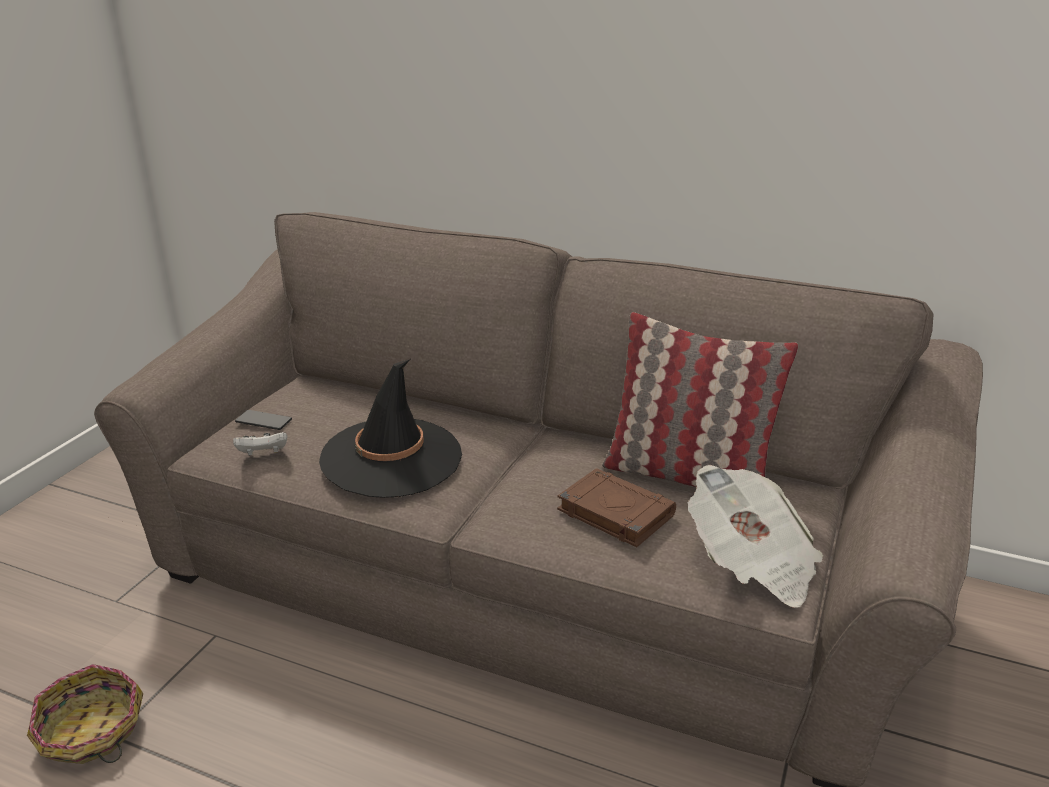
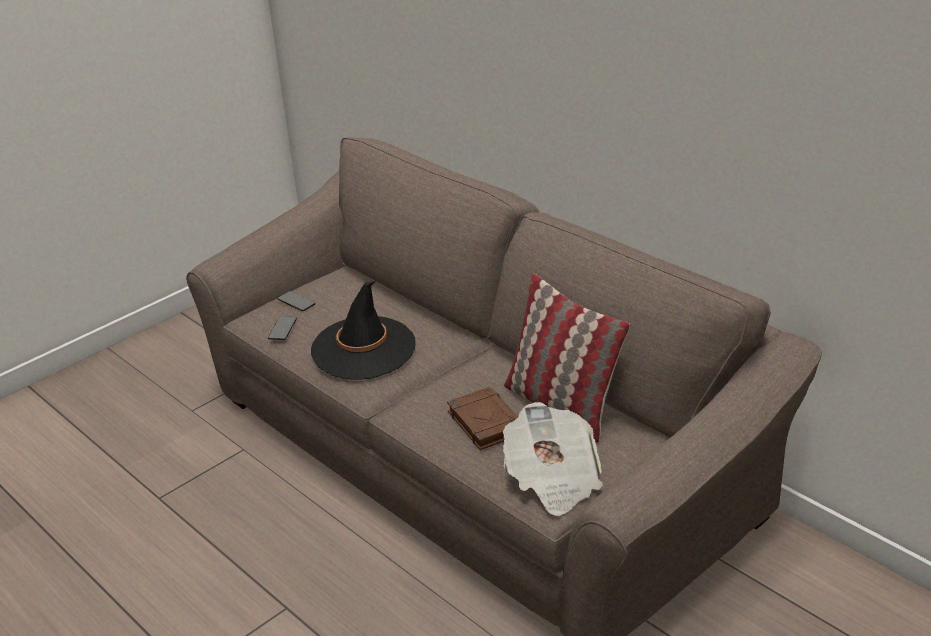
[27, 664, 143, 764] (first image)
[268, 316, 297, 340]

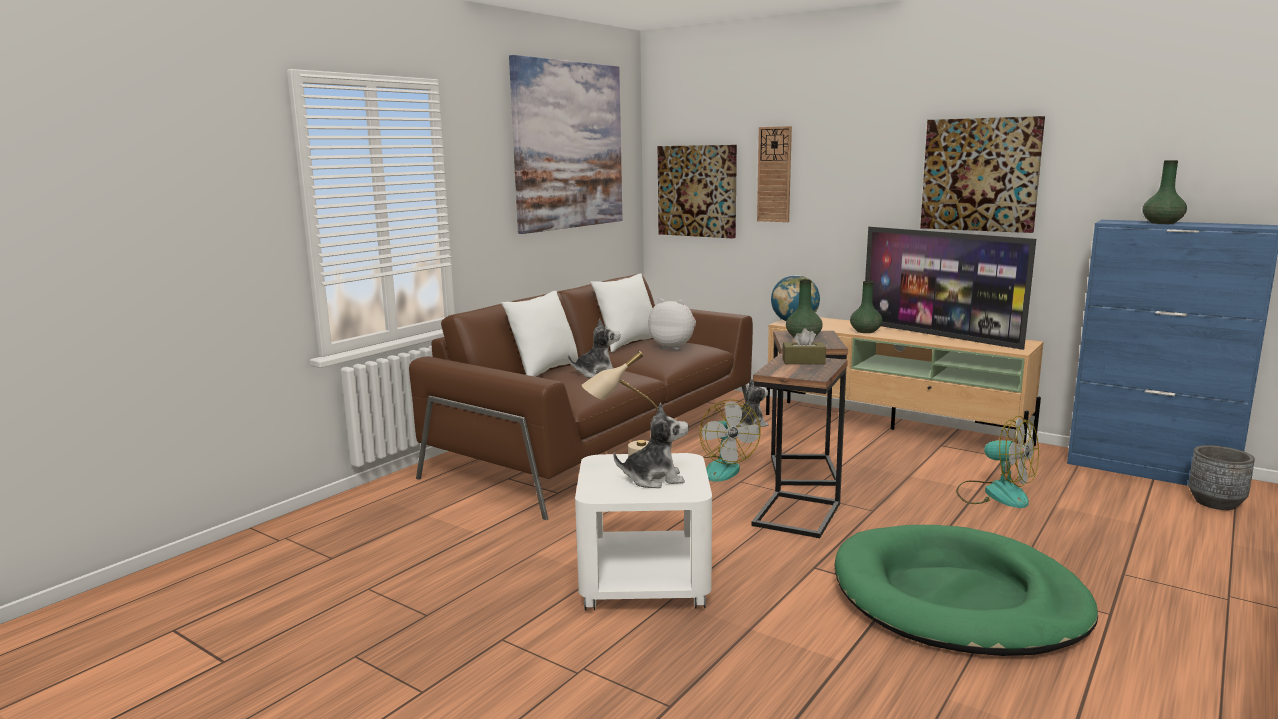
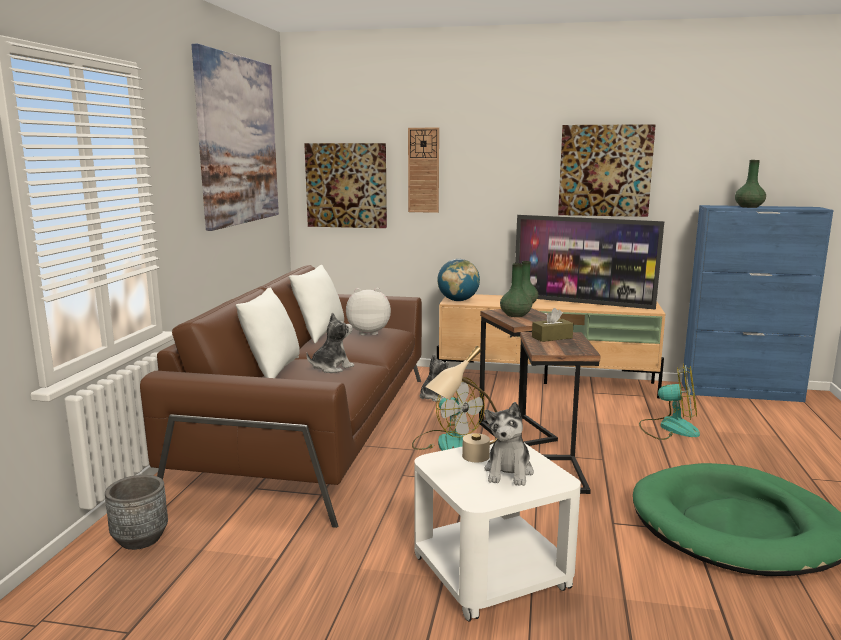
[484, 402, 534, 486]
[105, 475, 168, 550]

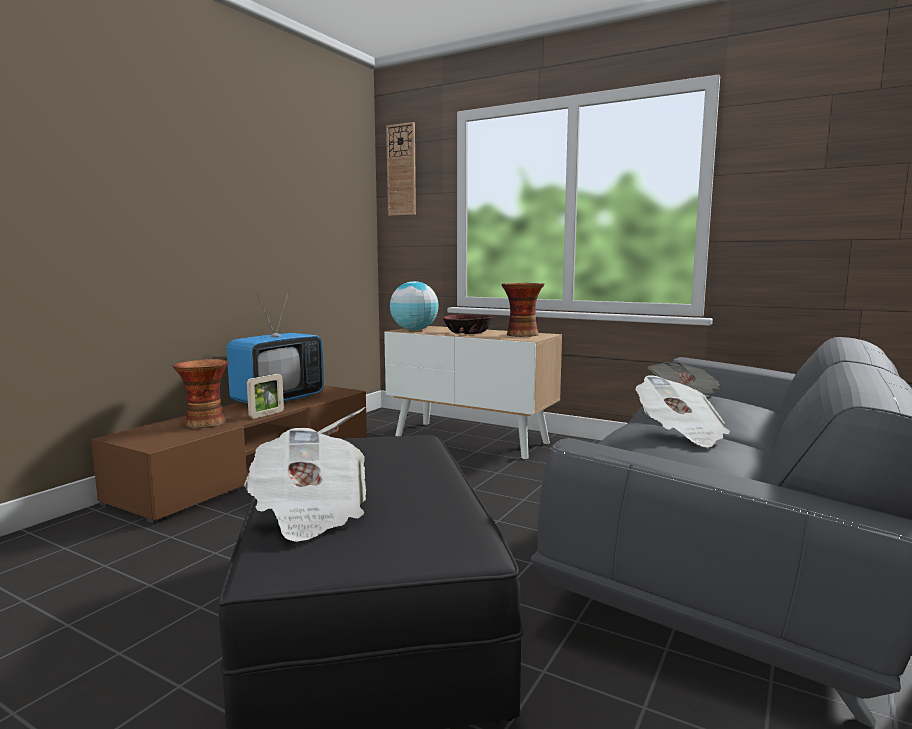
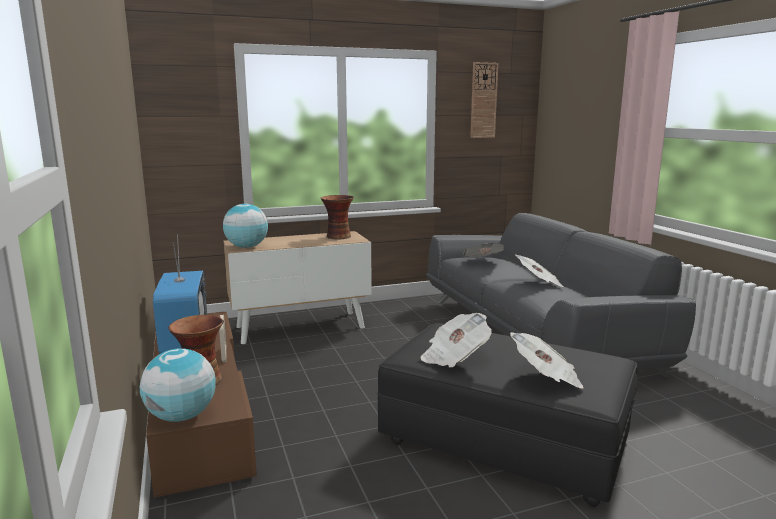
[470, 62, 498, 138]
[443, 314, 493, 334] (first image)
[140, 348, 216, 422]

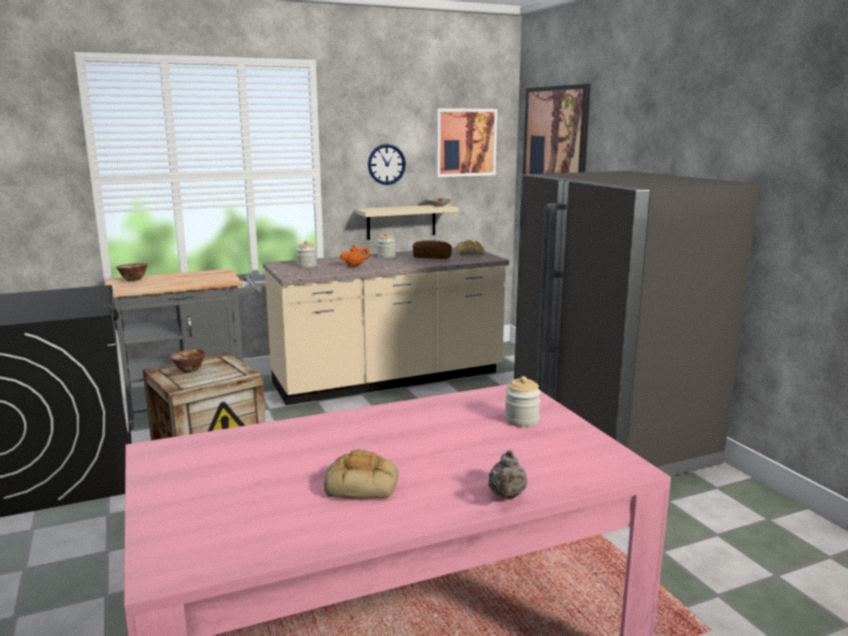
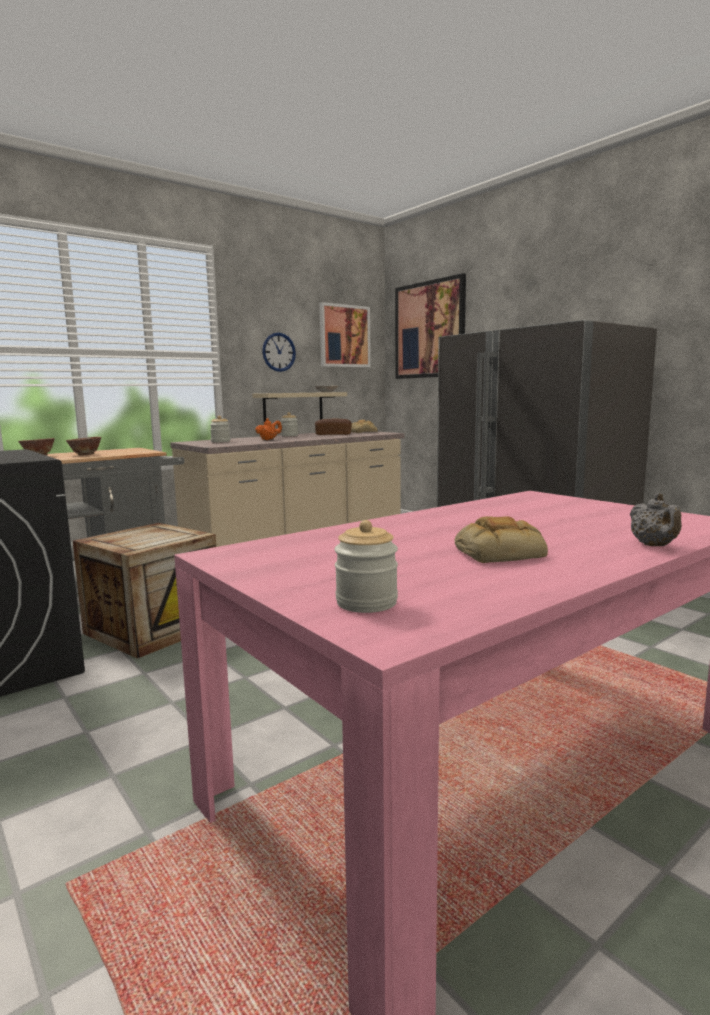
[66, 437, 101, 455]
[334, 520, 398, 613]

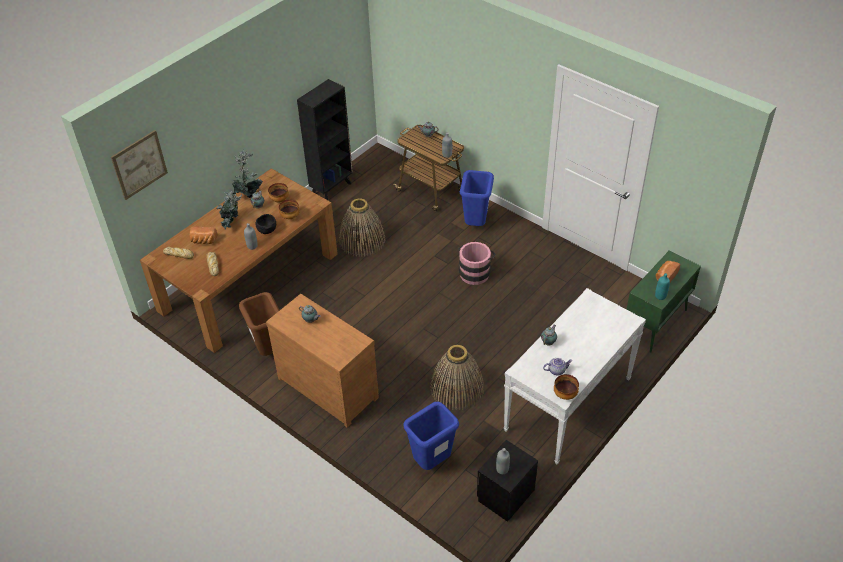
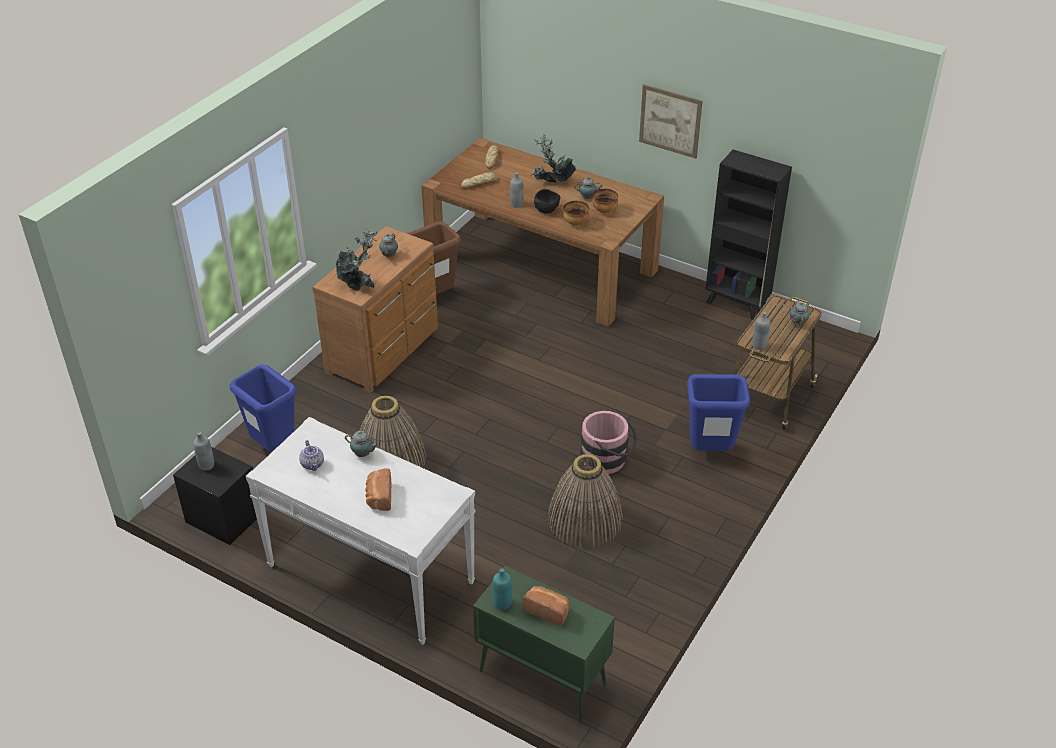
[639, 84, 703, 159]
[365, 468, 391, 511]
[336, 229, 378, 291]
[548, 454, 622, 548]
[554, 374, 579, 400] (first image)

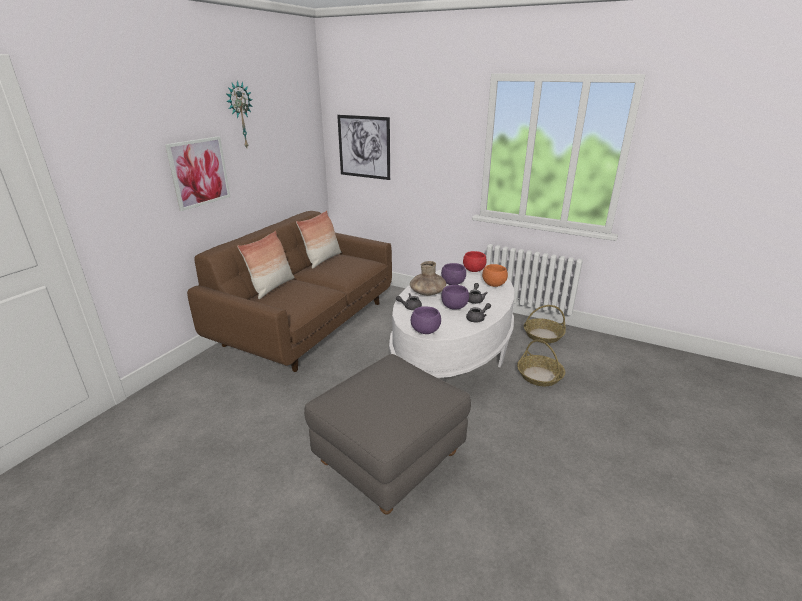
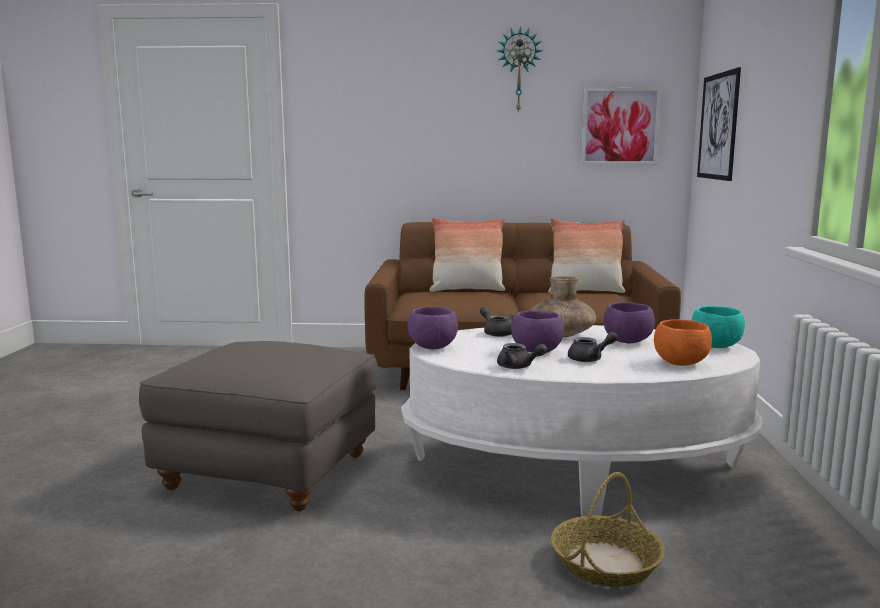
[581, 87, 661, 165]
[692, 306, 745, 348]
[524, 305, 566, 343] (first image)

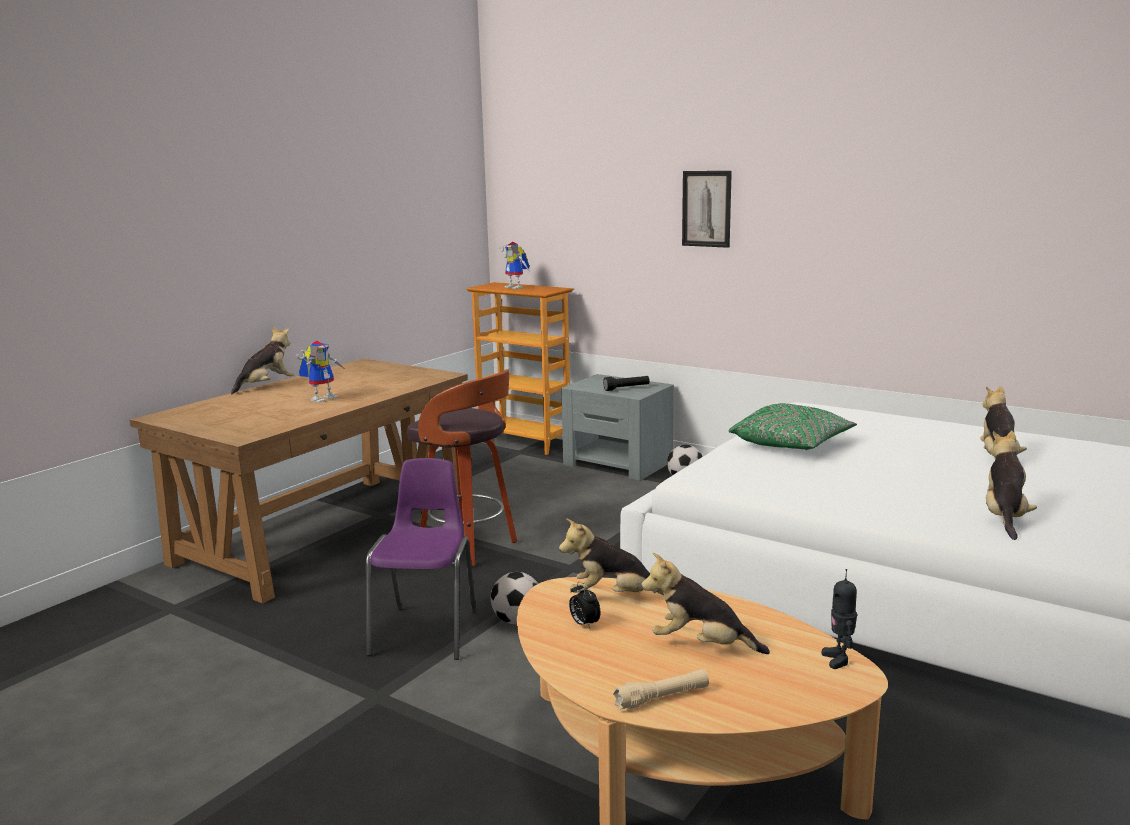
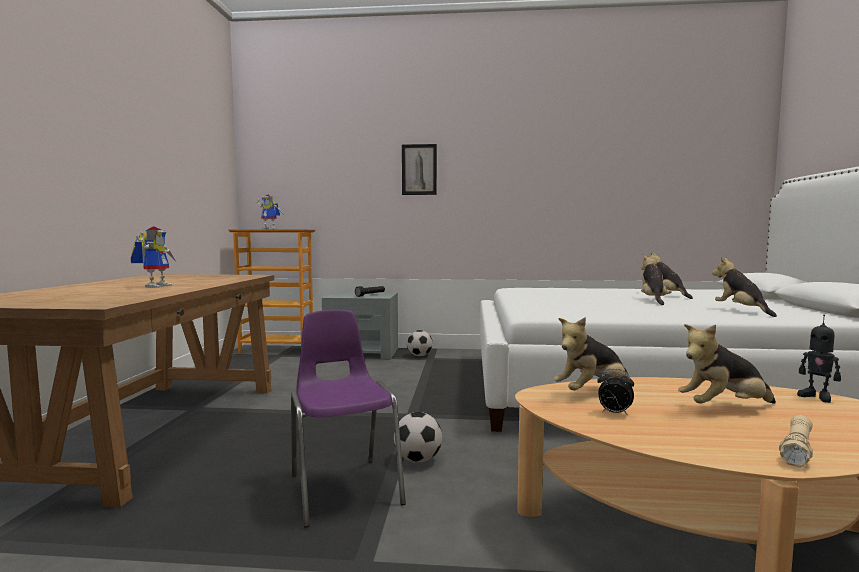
[641, 254, 672, 305]
[407, 369, 517, 566] (first image)
[728, 403, 857, 450] (first image)

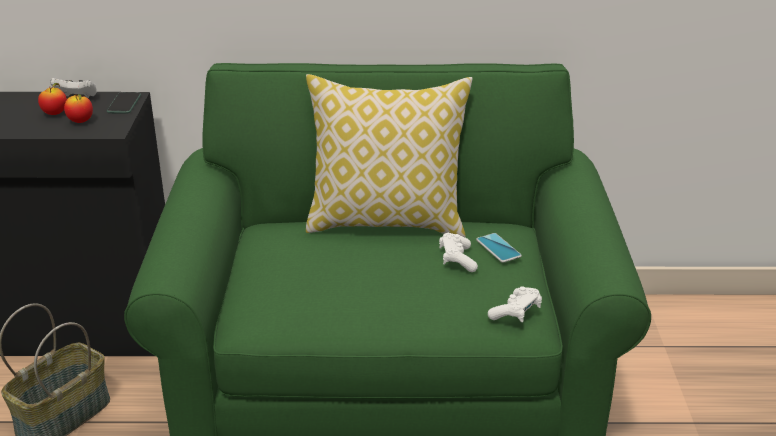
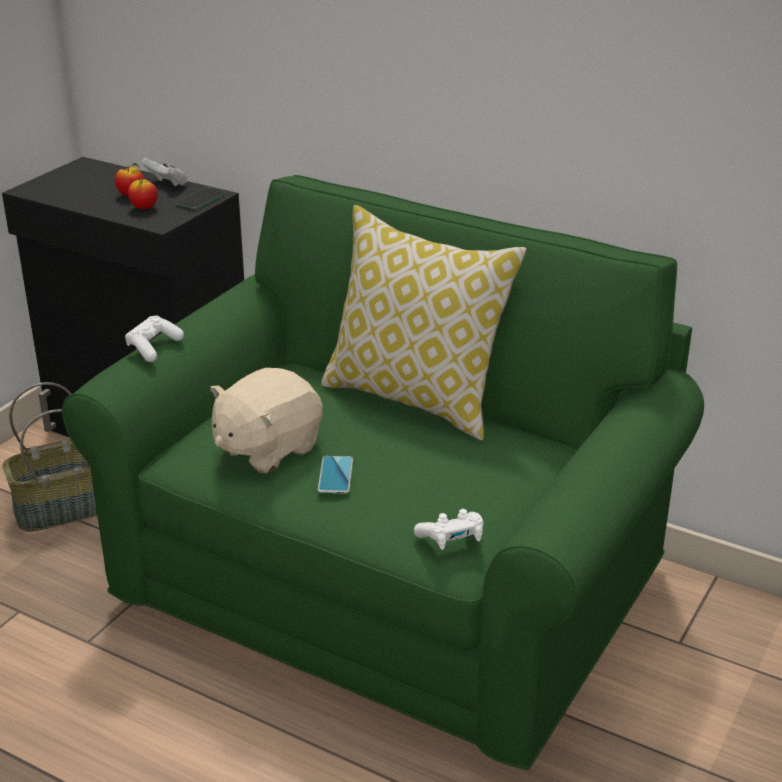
[125, 316, 184, 362]
[318, 456, 353, 493]
[210, 368, 323, 474]

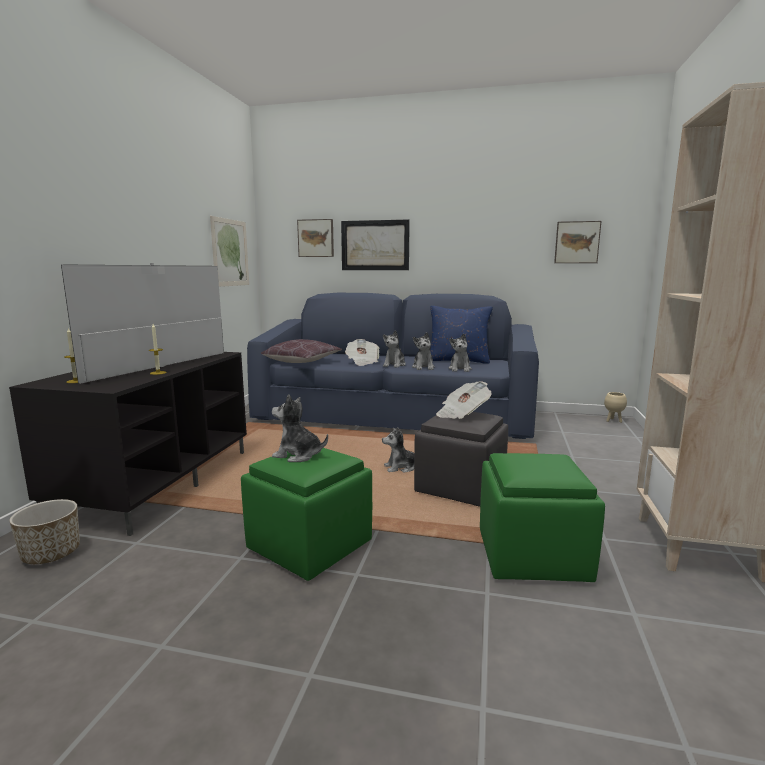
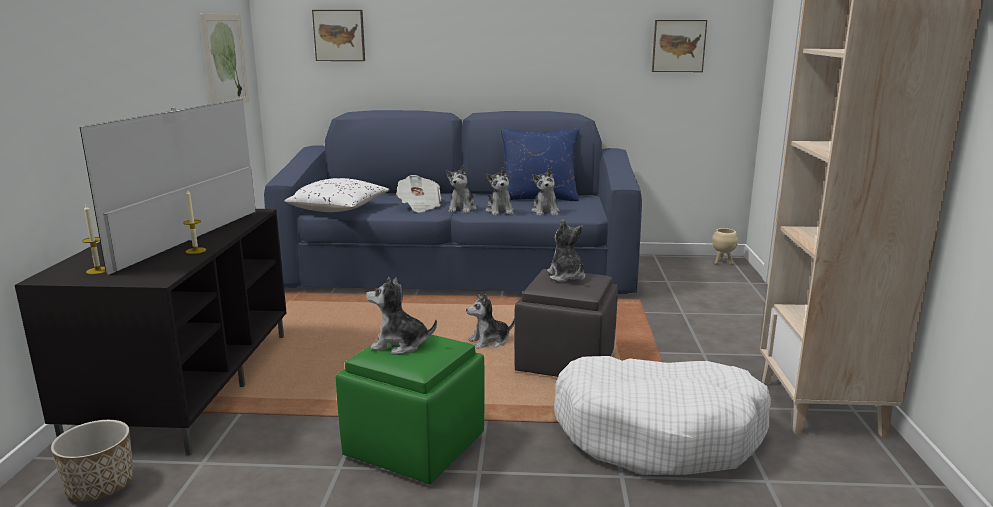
[285, 178, 390, 212]
[341, 219, 410, 270] (first image)
[547, 220, 586, 282]
[554, 356, 771, 475]

